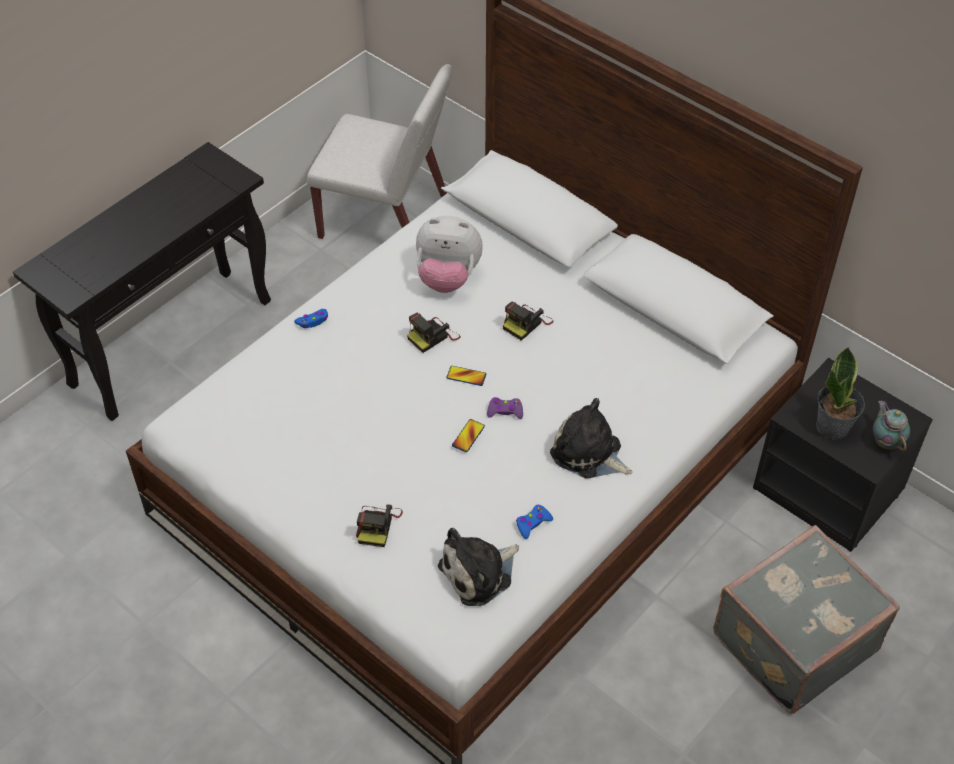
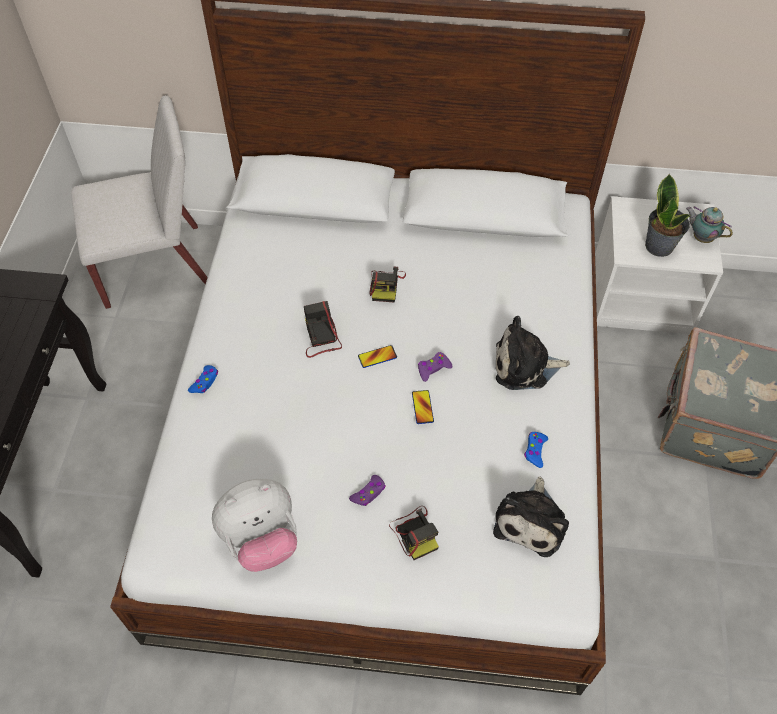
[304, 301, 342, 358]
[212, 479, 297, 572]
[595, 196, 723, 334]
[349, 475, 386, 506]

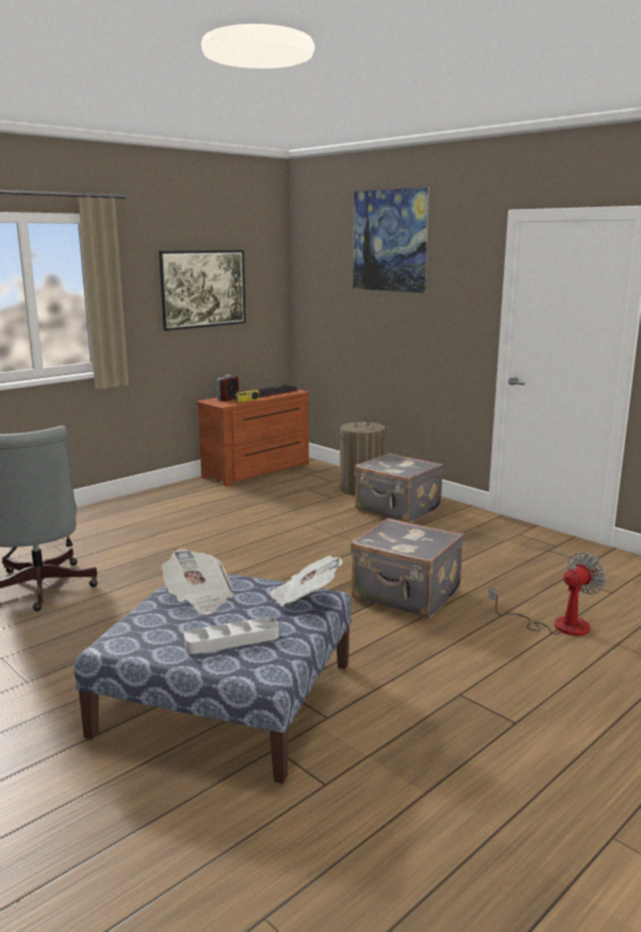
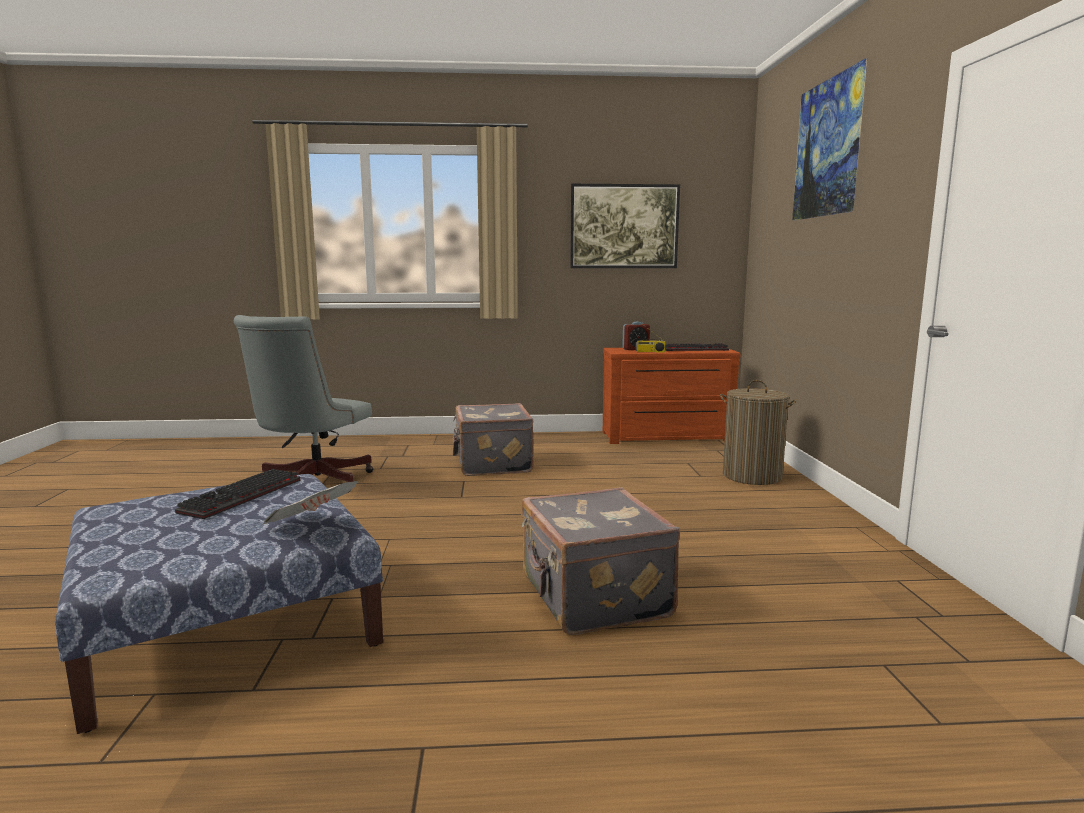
[175, 469, 300, 519]
[184, 617, 279, 654] (first image)
[453, 403, 534, 476]
[489, 552, 606, 636] (first image)

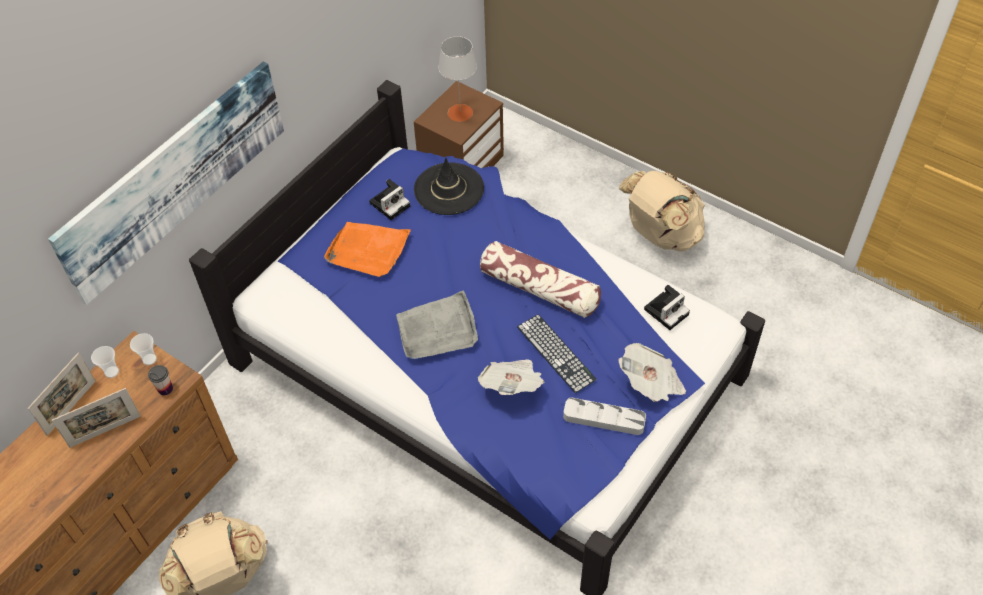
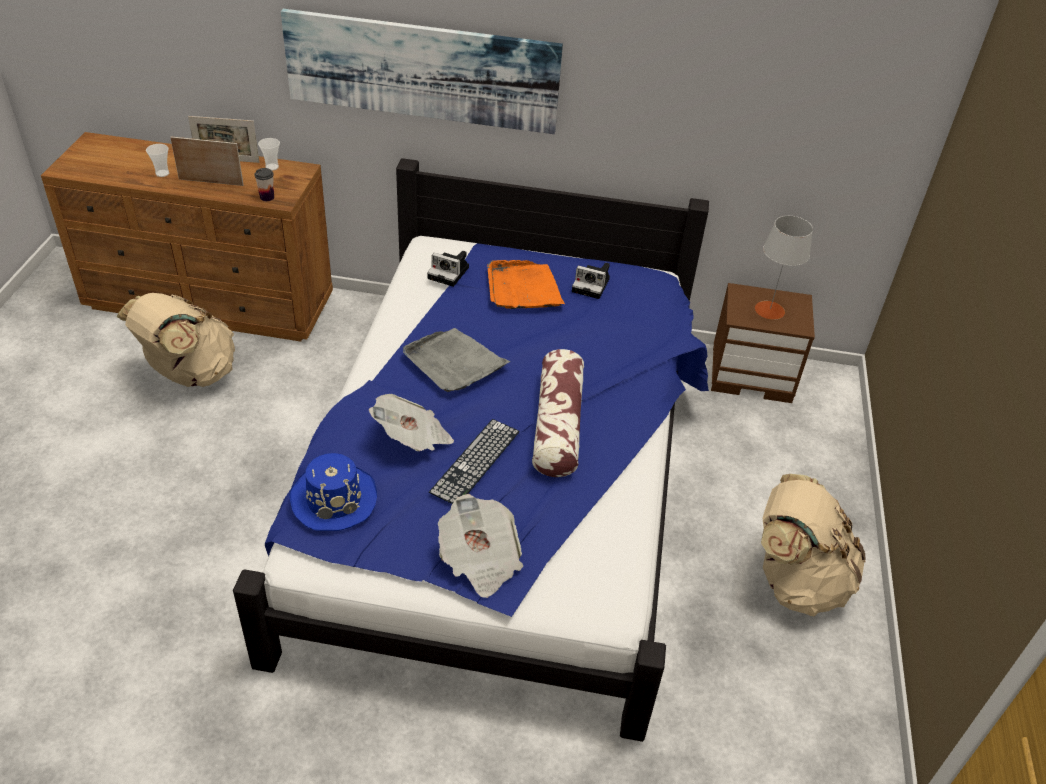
[170, 137, 244, 186]
[146, 144, 169, 177]
[414, 158, 484, 215] (first image)
[563, 398, 646, 435] (first image)
[427, 251, 469, 287]
[289, 453, 377, 531]

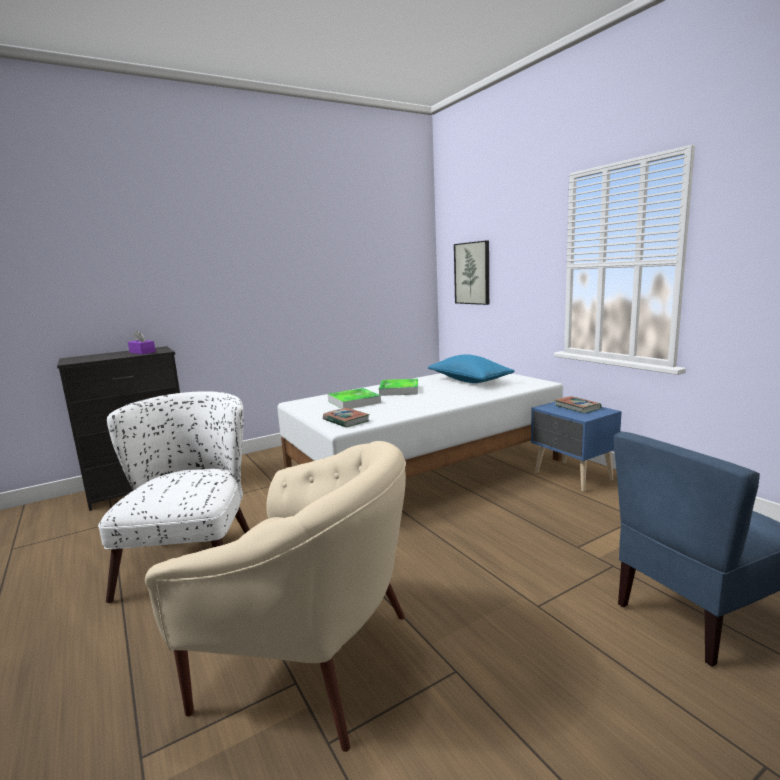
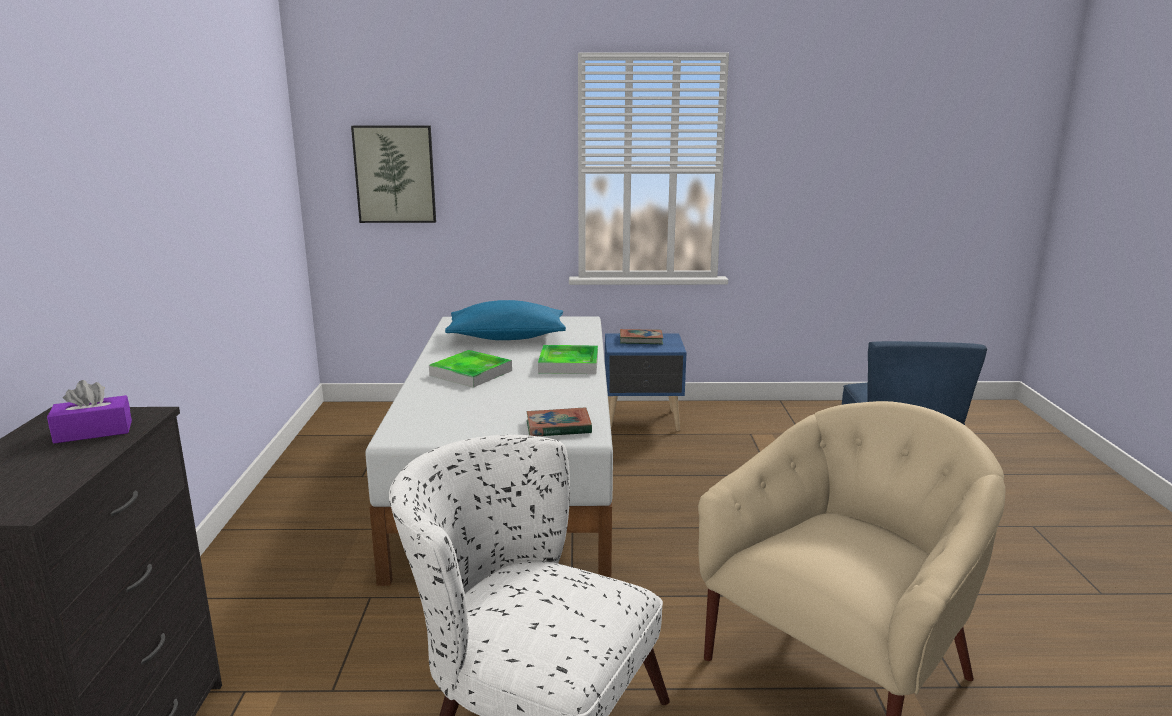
[538, 345, 598, 374]

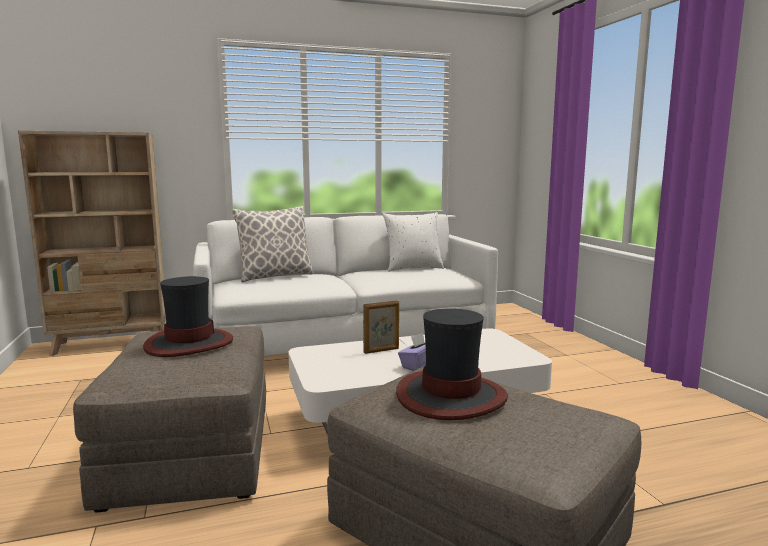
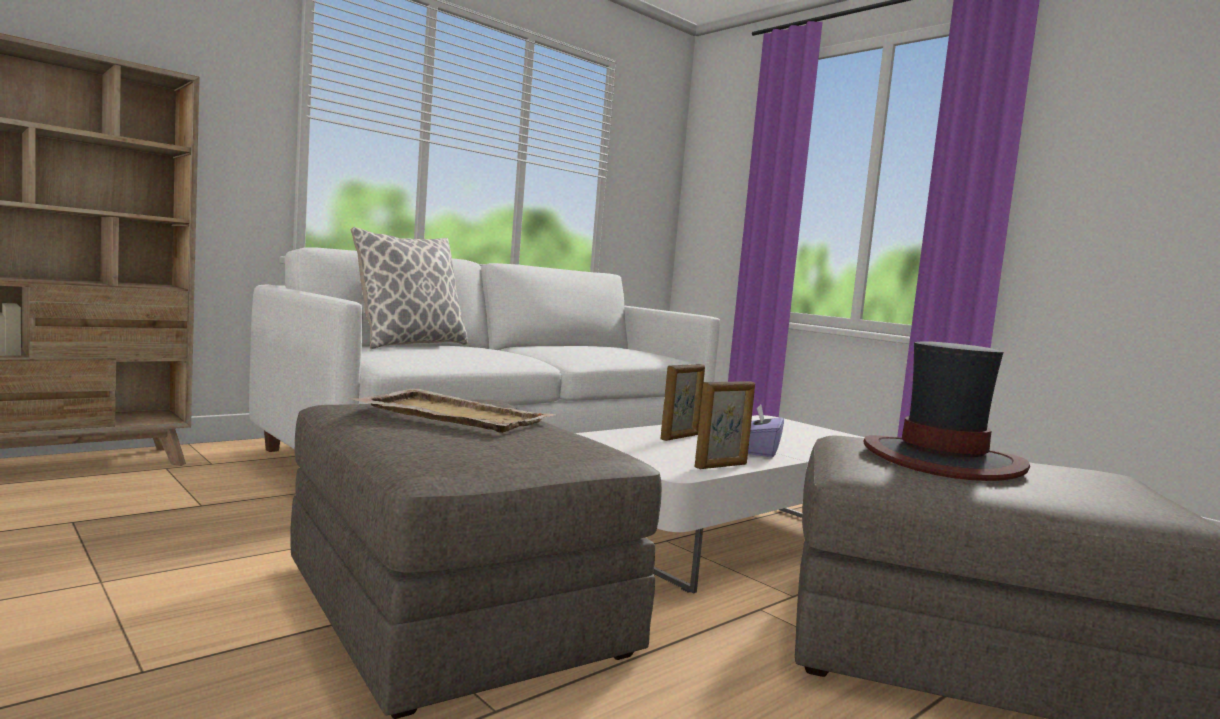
[349, 388, 556, 433]
[383, 212, 444, 272] (first image)
[695, 381, 755, 469]

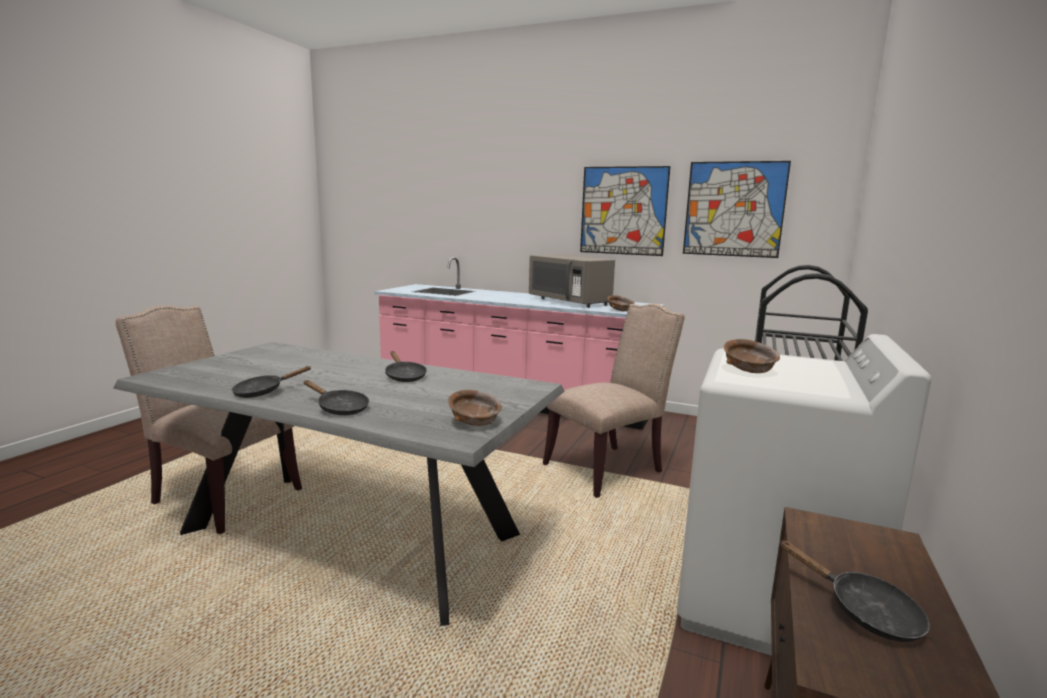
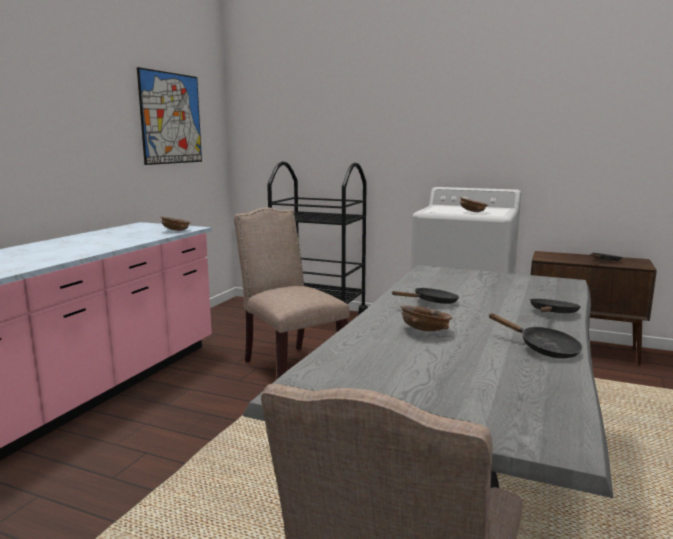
[401, 305, 453, 331]
[529, 254, 615, 308] (first image)
[580, 166, 670, 256] (first image)

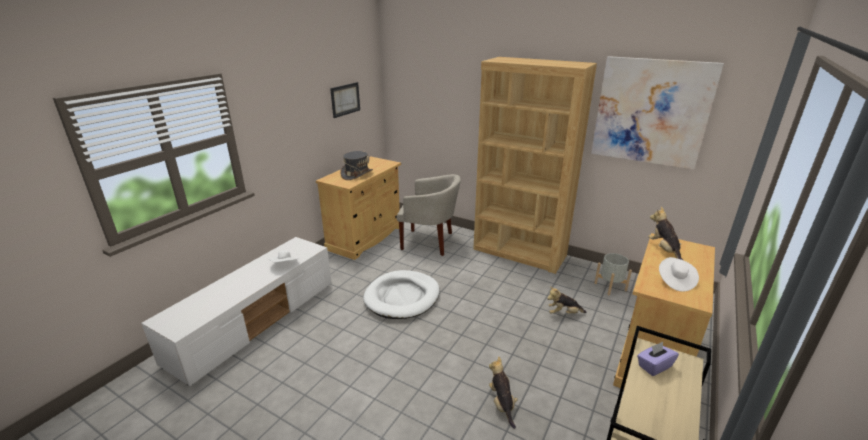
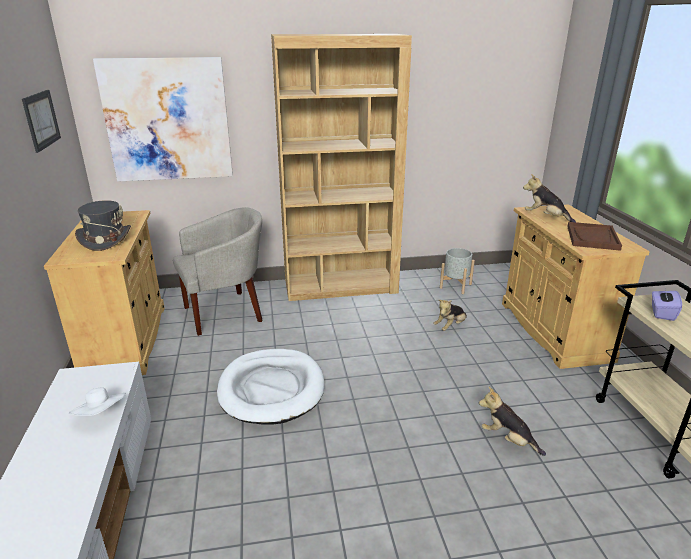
[93, 57, 233, 182]
[567, 222, 622, 251]

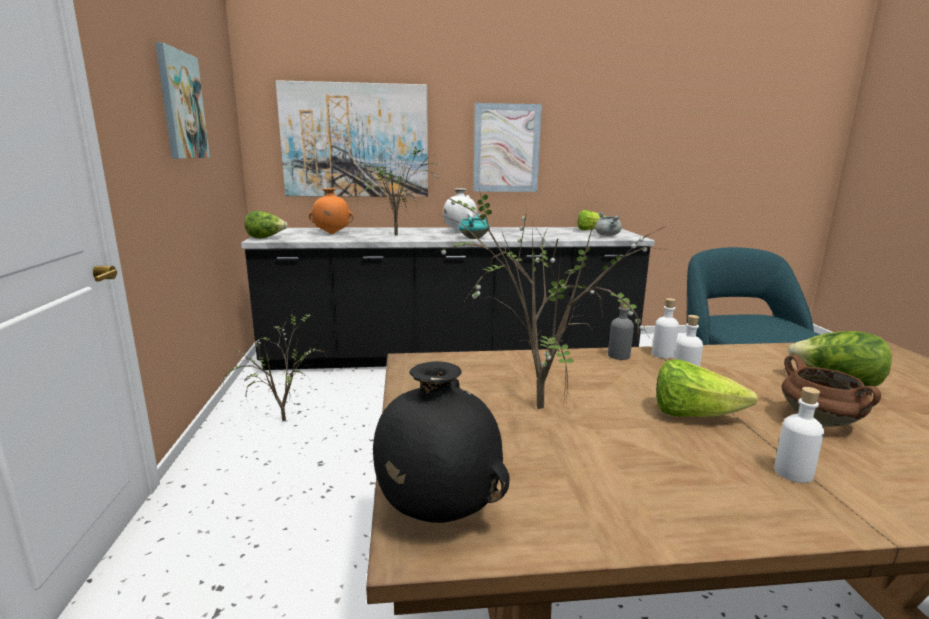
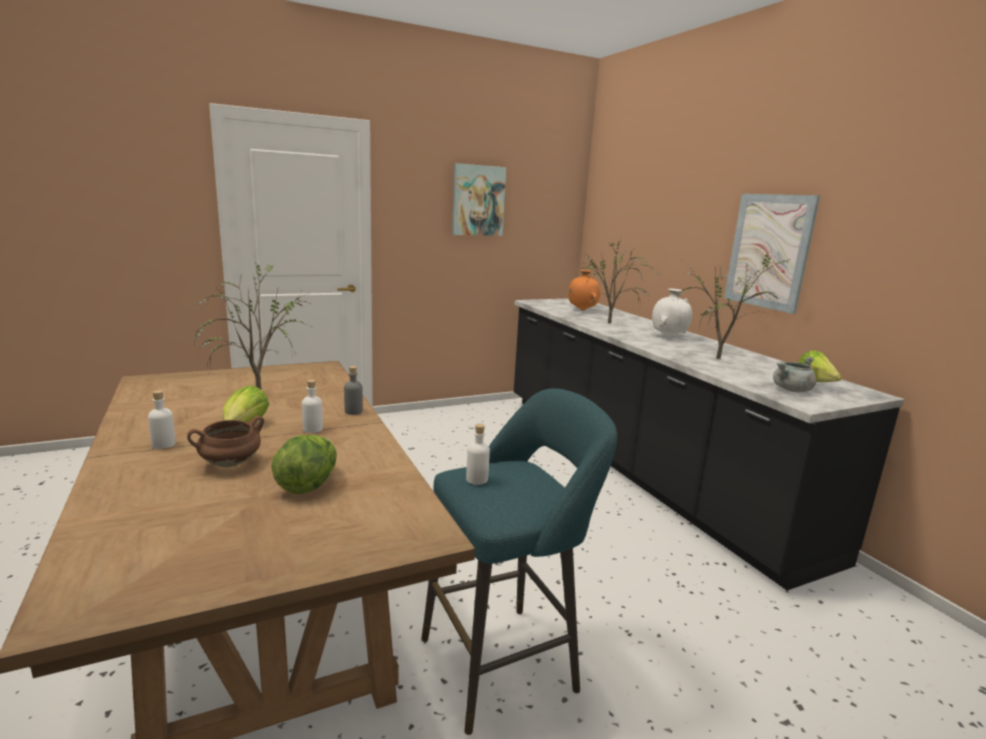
[676, 254, 791, 359]
[245, 211, 288, 238] (first image)
[275, 80, 428, 197] (first image)
[373, 361, 510, 523] (first image)
[459, 214, 490, 239] (first image)
[466, 424, 490, 485]

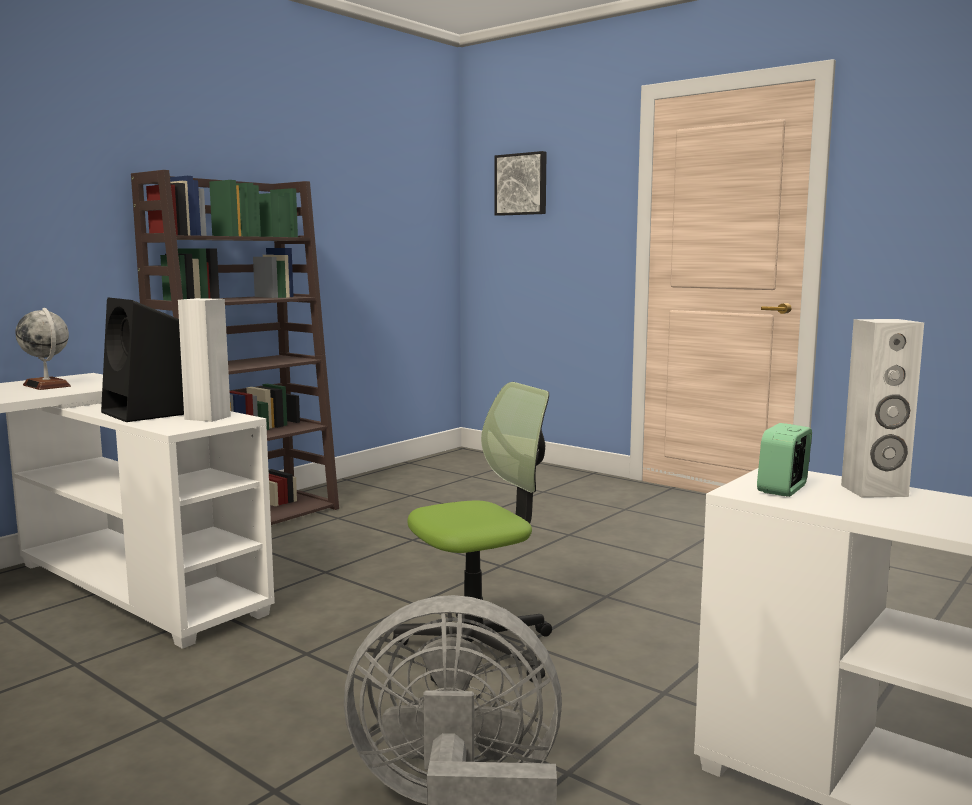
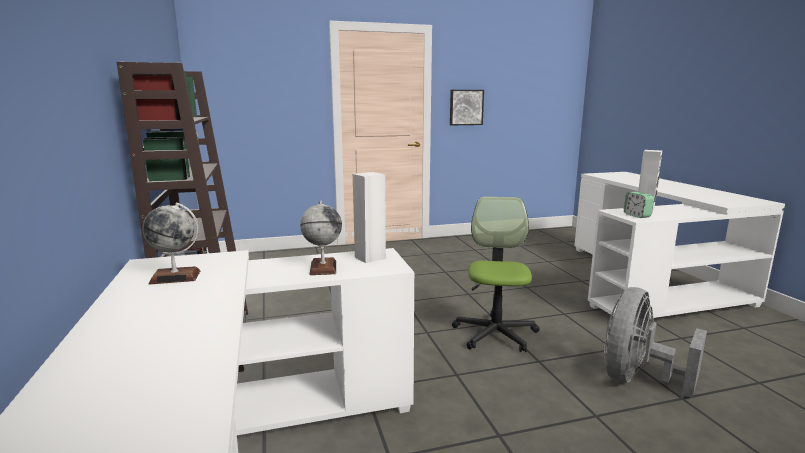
[300, 201, 342, 275]
[450, 90, 484, 125]

